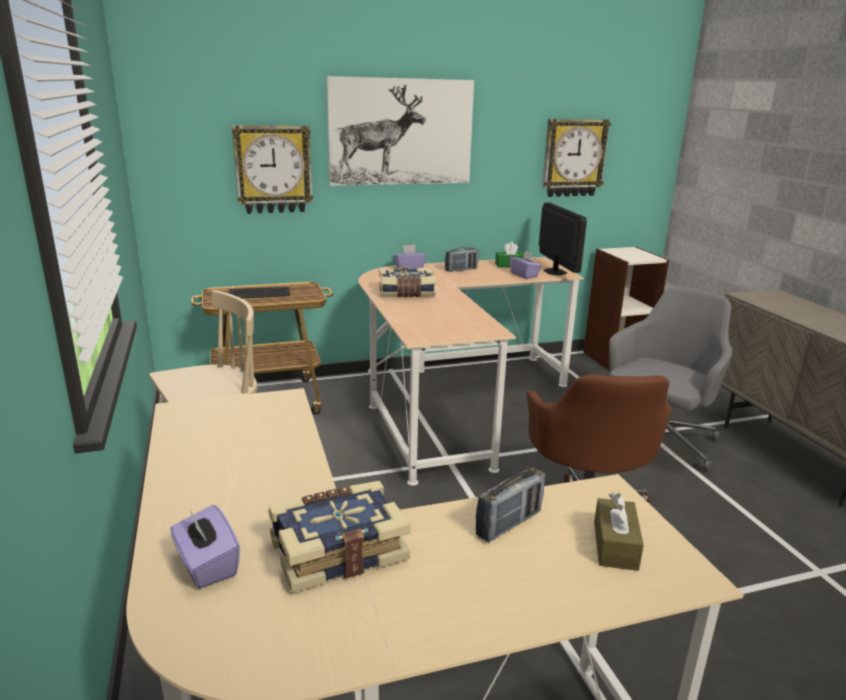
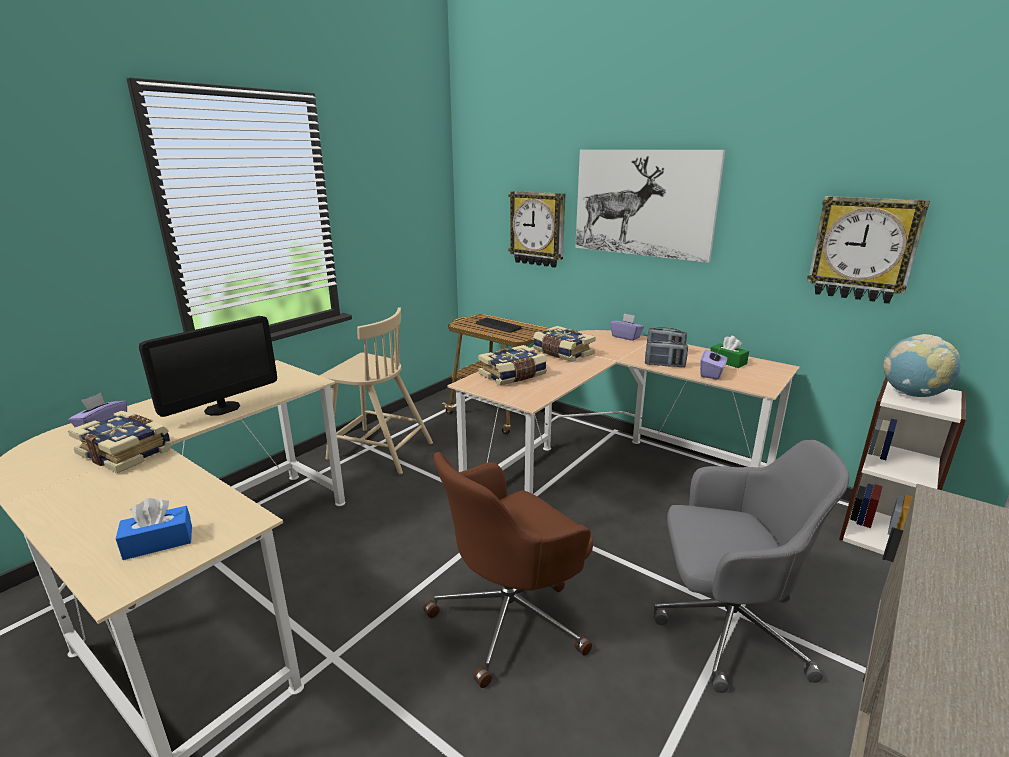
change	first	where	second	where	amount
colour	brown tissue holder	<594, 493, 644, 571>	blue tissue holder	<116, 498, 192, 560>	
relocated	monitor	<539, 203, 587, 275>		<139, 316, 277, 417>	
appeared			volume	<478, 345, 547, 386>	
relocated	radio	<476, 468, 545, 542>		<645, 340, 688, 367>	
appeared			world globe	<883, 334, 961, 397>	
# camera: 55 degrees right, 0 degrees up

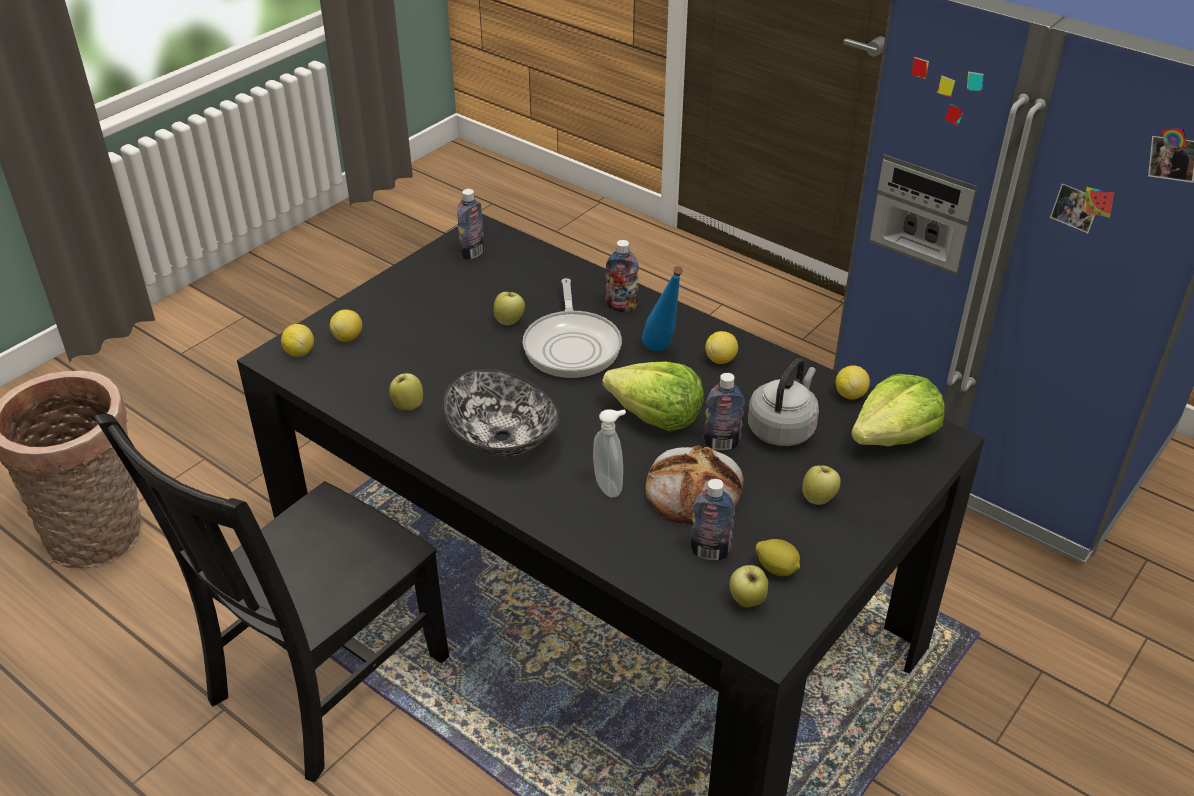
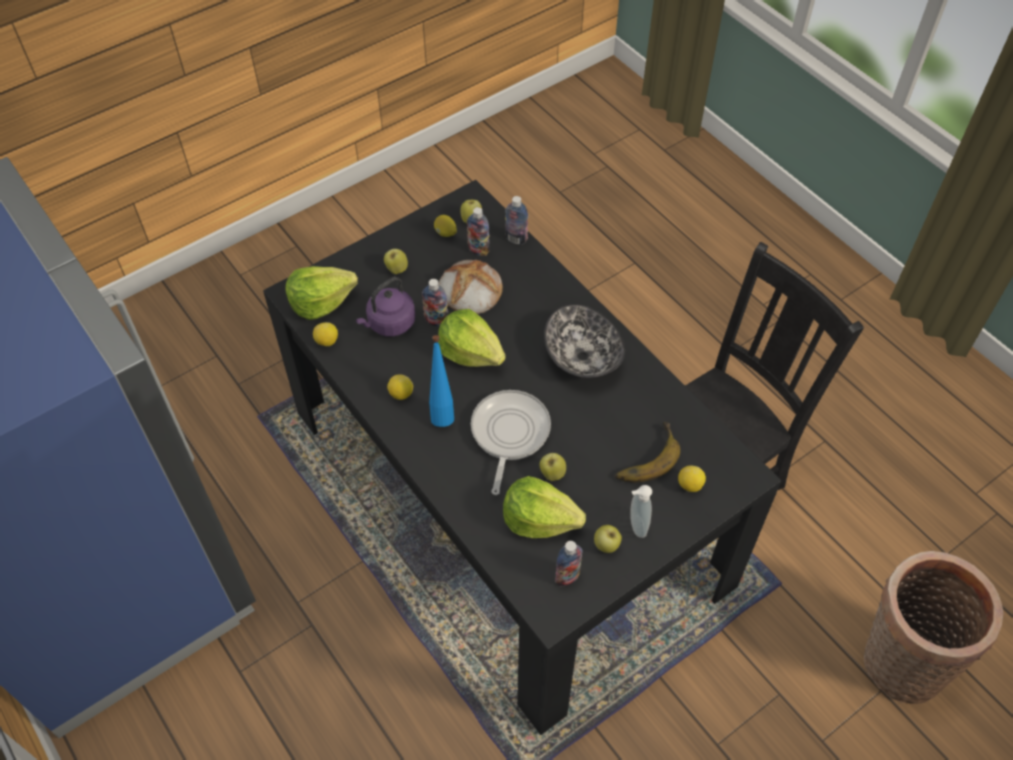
change	first	where	second	where	amount
colour	greyish tea kettle	<748, 358, 819, 446>	purple tea kettle	<356, 277, 415, 337>	
appeared			lettuce	<503, 476, 586, 538>	
relocated	beverage bottle	<606, 240, 639, 312>		<505, 196, 528, 244>	
relocated	whole apple	<389, 371, 423, 410>		<594, 525, 622, 553>	
appeared			banana fruit	<615, 422, 680, 482>	
relocated	liquid soap bottle	<593, 409, 626, 497>		<630, 485, 652, 538>	
missing	citrus fruit	<281, 324, 314, 357>			
# camera: 165 degrees left, 15 degrees up

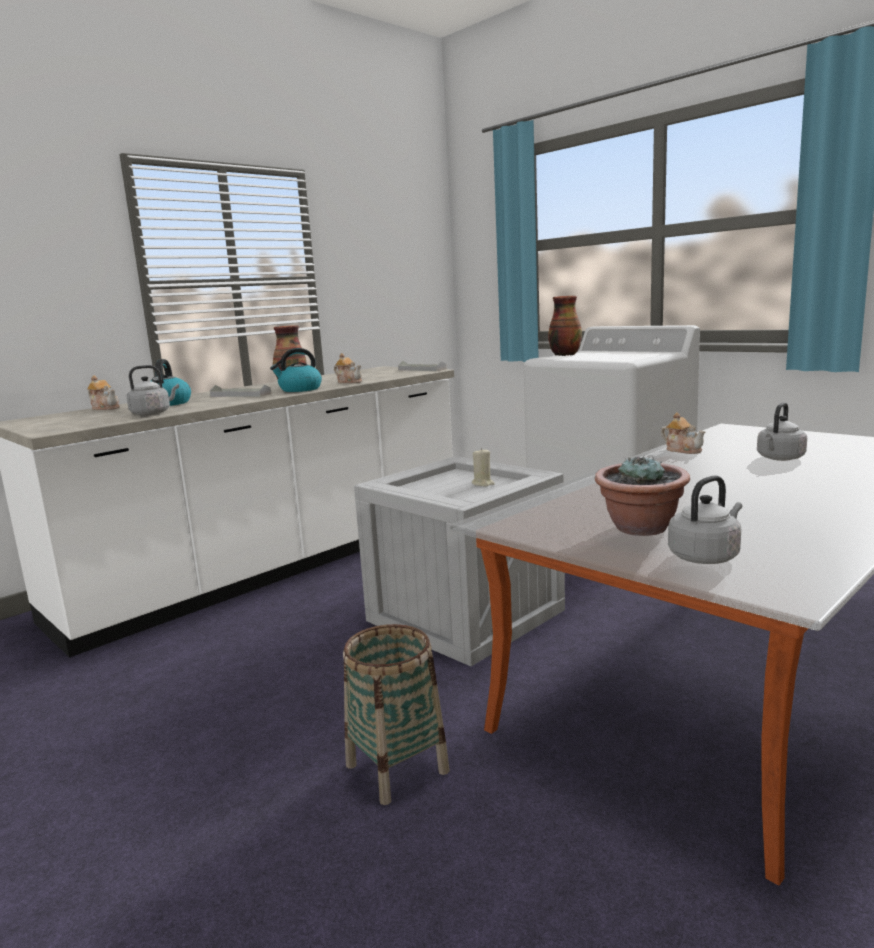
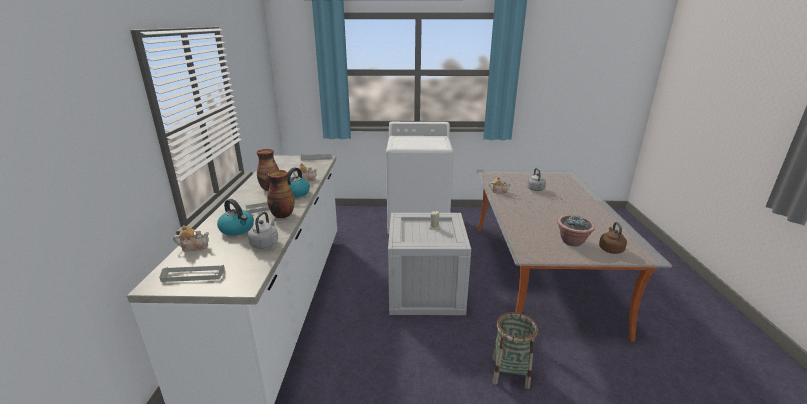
change	first	where	second	where	amount
appeared			greyish tray	<159, 265, 225, 282>	
relocated	decorative vase	<548, 296, 582, 356>		<267, 170, 294, 218>	
colour	greyish tea kettle	<668, 475, 742, 564>	brown tea kettle	<599, 222, 627, 254>	
# camera: 45 degrees left, 10 degrees up

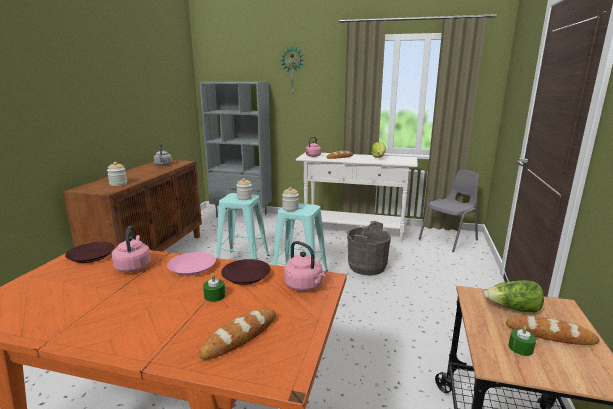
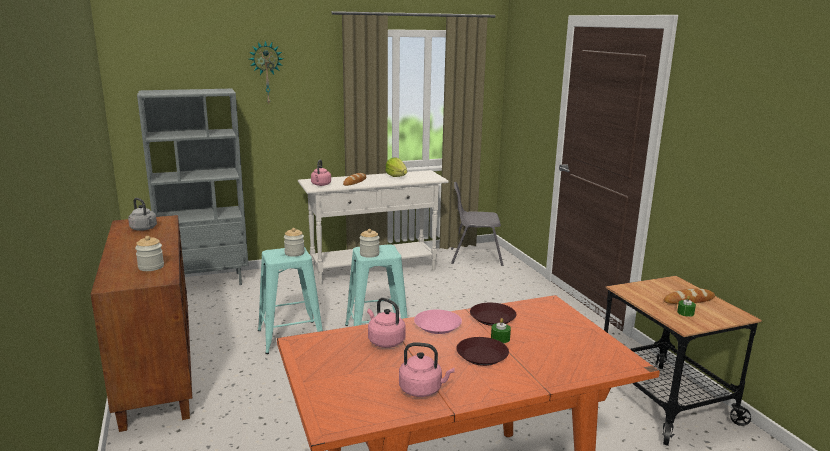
change	first	where	second	where	amount
relocated	pink tea kettle	<284, 241, 326, 291>		<399, 342, 455, 397>	
spun	greyish plain chair	<419, 170, 480, 252>		<451, 182, 503, 266>	105 degrees counterclockwise
relocated	brown dinner plate	<65, 242, 115, 263>		<456, 337, 509, 366>	
missing	baked bread	<198, 308, 276, 359>			
missing	greyish pail	<347, 221, 391, 275>			
missing	lettuce	<483, 280, 544, 313>			
# camera: 35 degrees left, 0 degrees up

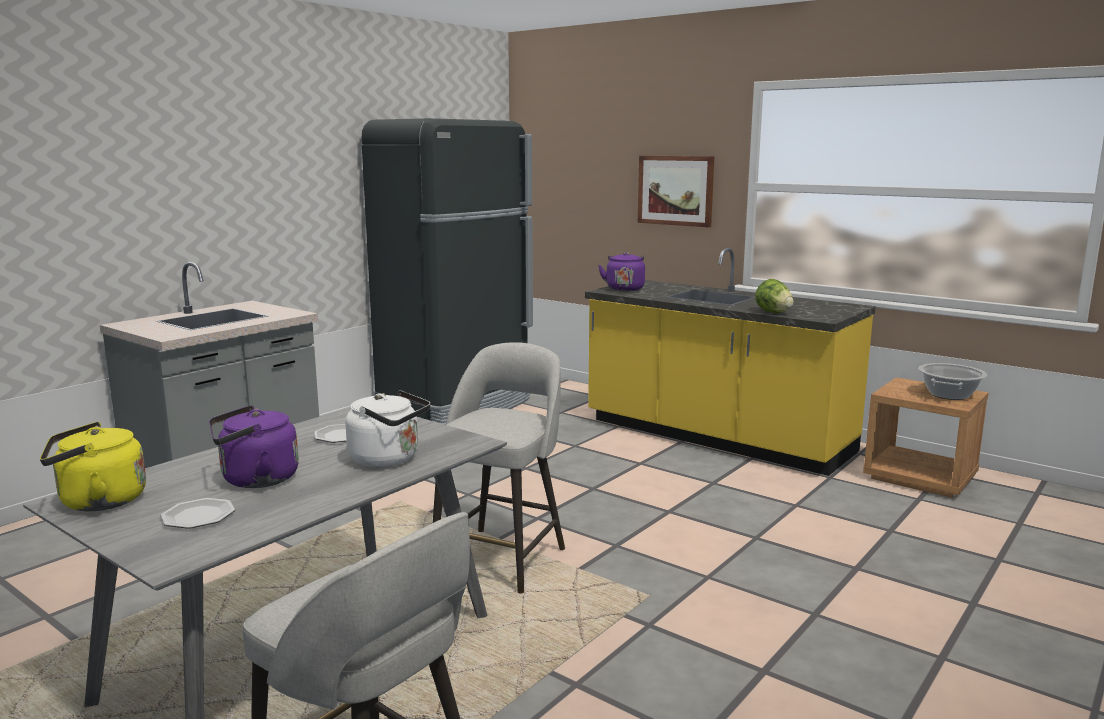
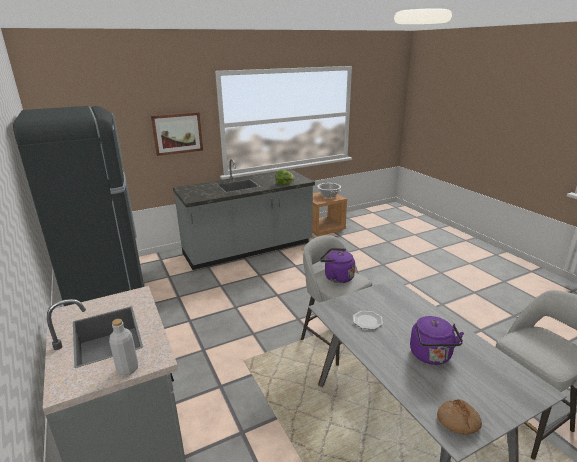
change	first	where	second	where	amount
appeared			greyish beverage bottle	<109, 319, 138, 376>	
colour	yellowish kitchen base unit	<585, 248, 876, 476>	greyish kitchen base unit	<173, 159, 315, 270>	
relocated	purple tea kettle	<598, 252, 645, 291>		<320, 248, 355, 283>	
exchanged	yellowish tea kettle	<40, 422, 146, 511>	baked bread	<437, 399, 482, 435>	
missing	dinner plate	<161, 498, 235, 529>			
missing	whitish tea kettle	<346, 390, 430, 467>			
# camera: 65 degrees left, 10 degrees up

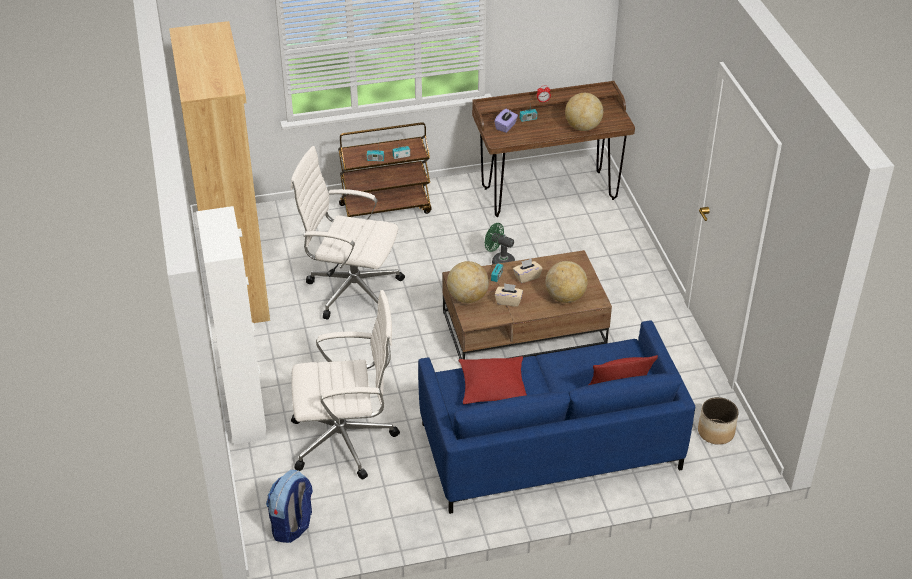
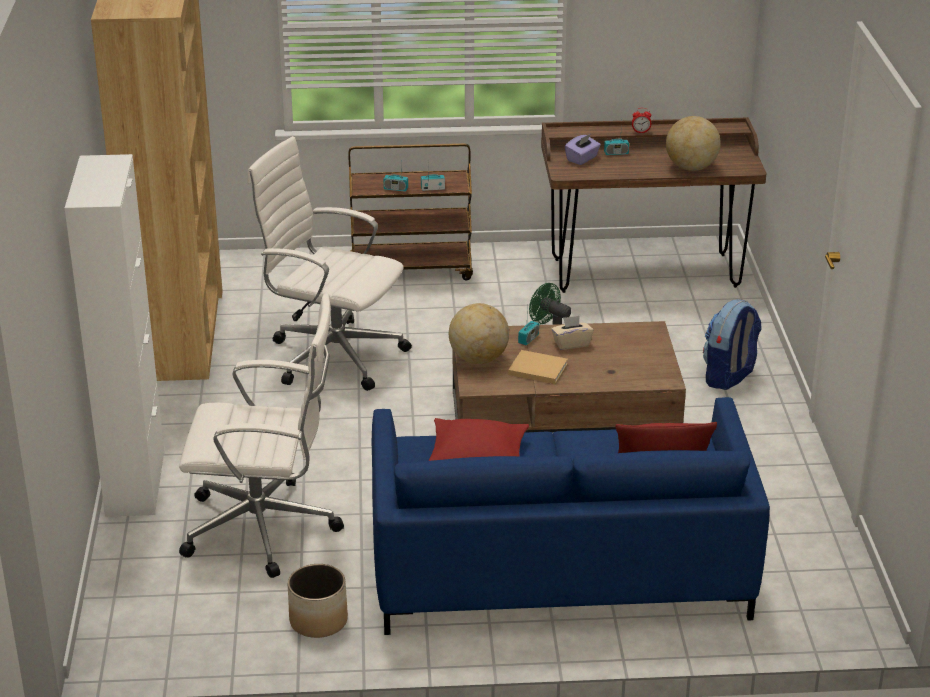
change	first	where	second	where	amount
relocated	plant pot	<698, 397, 739, 445>		<288, 564, 348, 638>	
exchanged	beige-coloured tissue holder	<495, 283, 523, 307>	beige-coloured volume	<508, 350, 568, 384>	
relocated	backpack	<266, 470, 313, 543>		<703, 299, 762, 390>	
missing	world globe	<545, 261, 587, 303>			
# camera: 10 degrees right, 10 degrees down

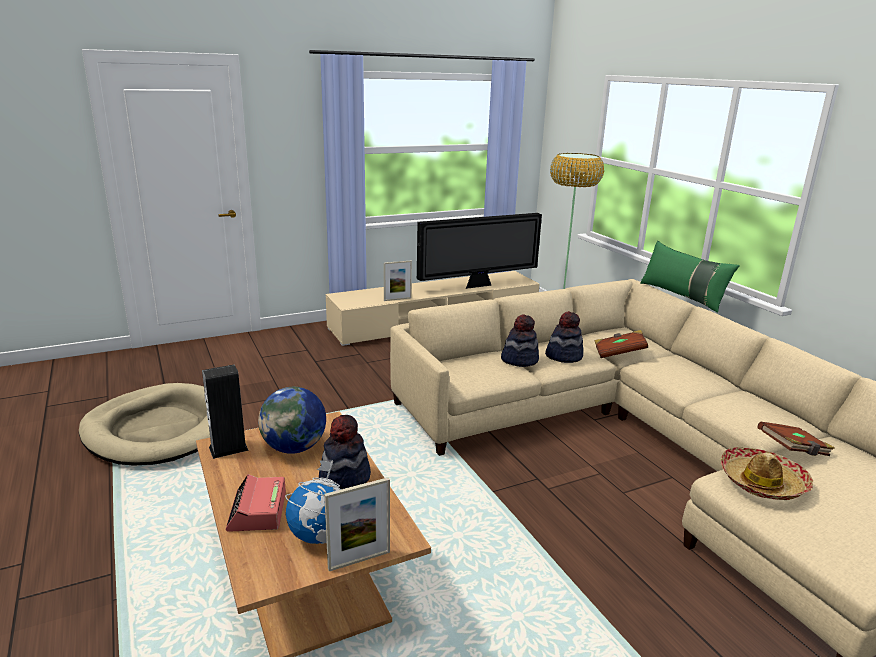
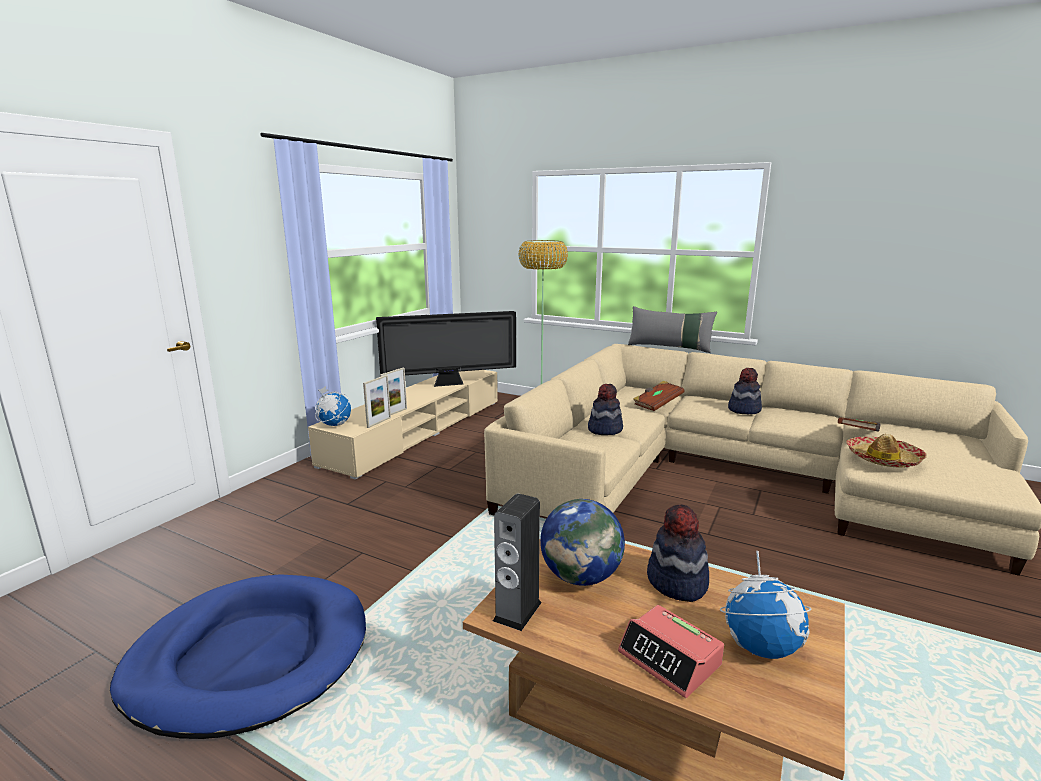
change	first	where	second	where	amount
colour	beige-coloured pet bed	<79, 383, 210, 465>	blue pet bed	<110, 574, 366, 739>	
appeared			world globe	<315, 386, 351, 426>	
relocated	photo frame	<324, 477, 390, 571>		<363, 375, 391, 428>	
spun	TV set	<417, 213, 542, 289>		<376, 311, 516, 387>	45 degrees clockwise
colour	green pillow	<640, 241, 740, 313>	greyish pillow	<628, 306, 717, 353>	
relocated	wearable hat	<545, 311, 583, 363>		<728, 368, 762, 414>	
# camera: 35 degrees left, 5 degrees down

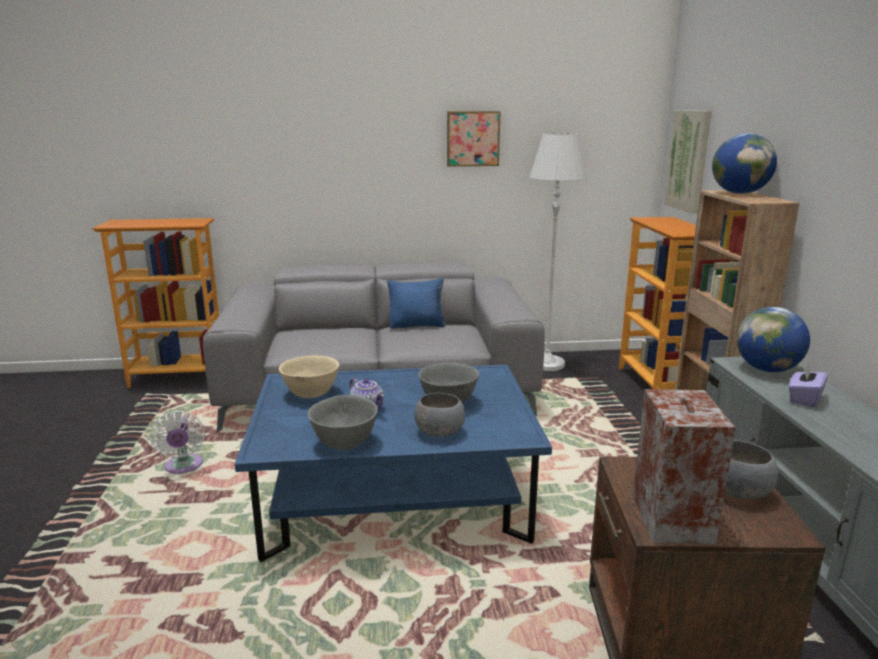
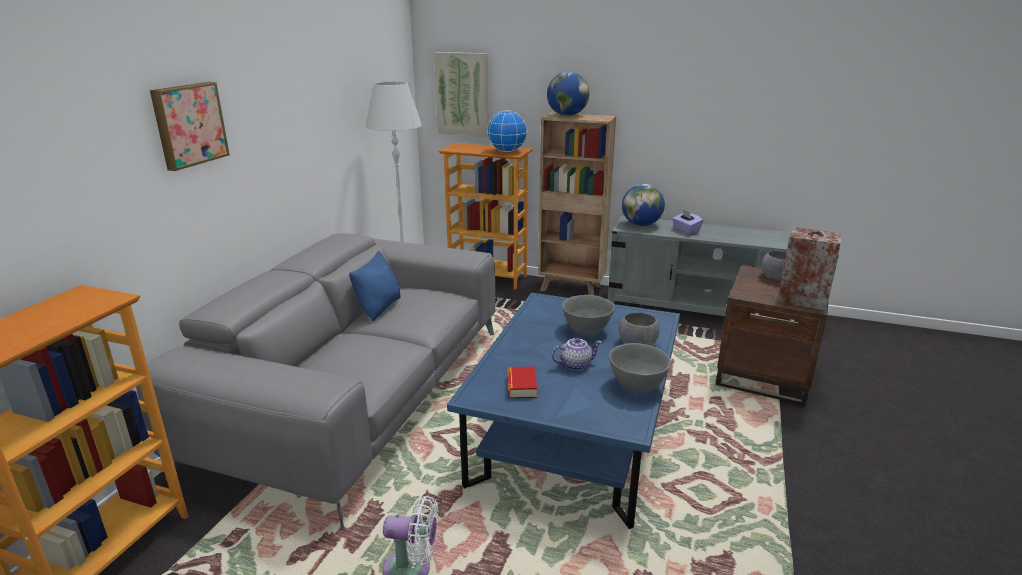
change	first	where	second	where	amount
relocated	wall picture	<447, 111, 501, 166>		<150, 82, 230, 171>	
appeared			world globe	<488, 110, 528, 152>	
exchanged	beige-coloured serving bowl	<279, 356, 339, 398>	volume	<507, 367, 538, 398>	
# camera: 65 degrees left, 5 degrees up

